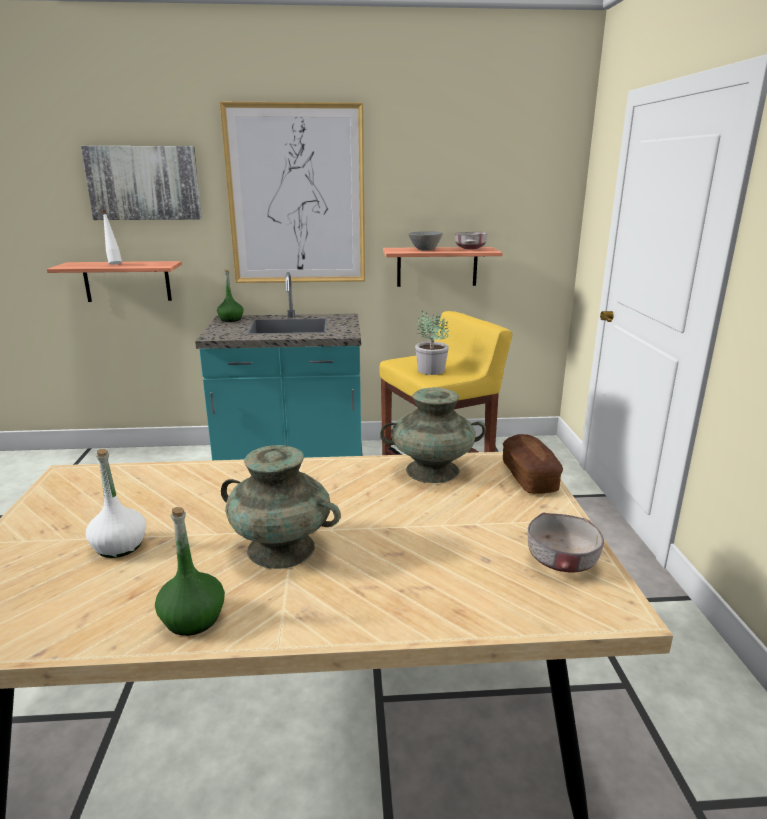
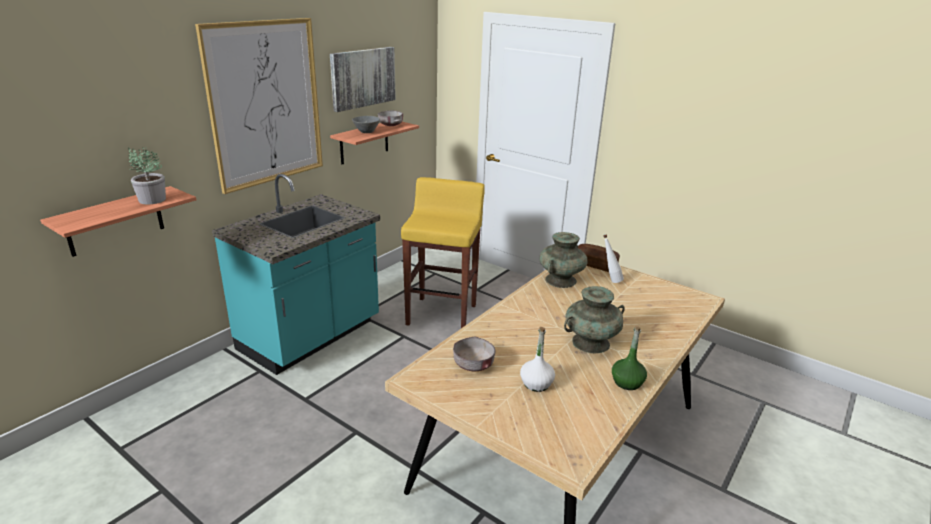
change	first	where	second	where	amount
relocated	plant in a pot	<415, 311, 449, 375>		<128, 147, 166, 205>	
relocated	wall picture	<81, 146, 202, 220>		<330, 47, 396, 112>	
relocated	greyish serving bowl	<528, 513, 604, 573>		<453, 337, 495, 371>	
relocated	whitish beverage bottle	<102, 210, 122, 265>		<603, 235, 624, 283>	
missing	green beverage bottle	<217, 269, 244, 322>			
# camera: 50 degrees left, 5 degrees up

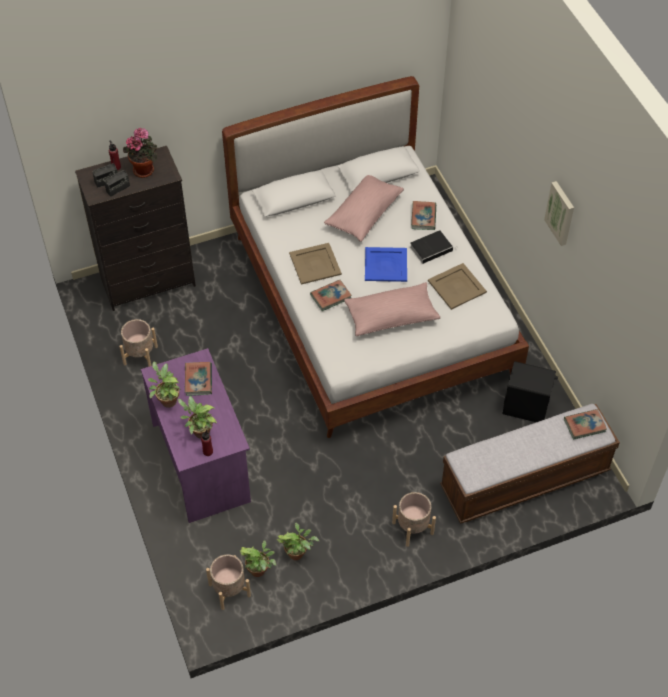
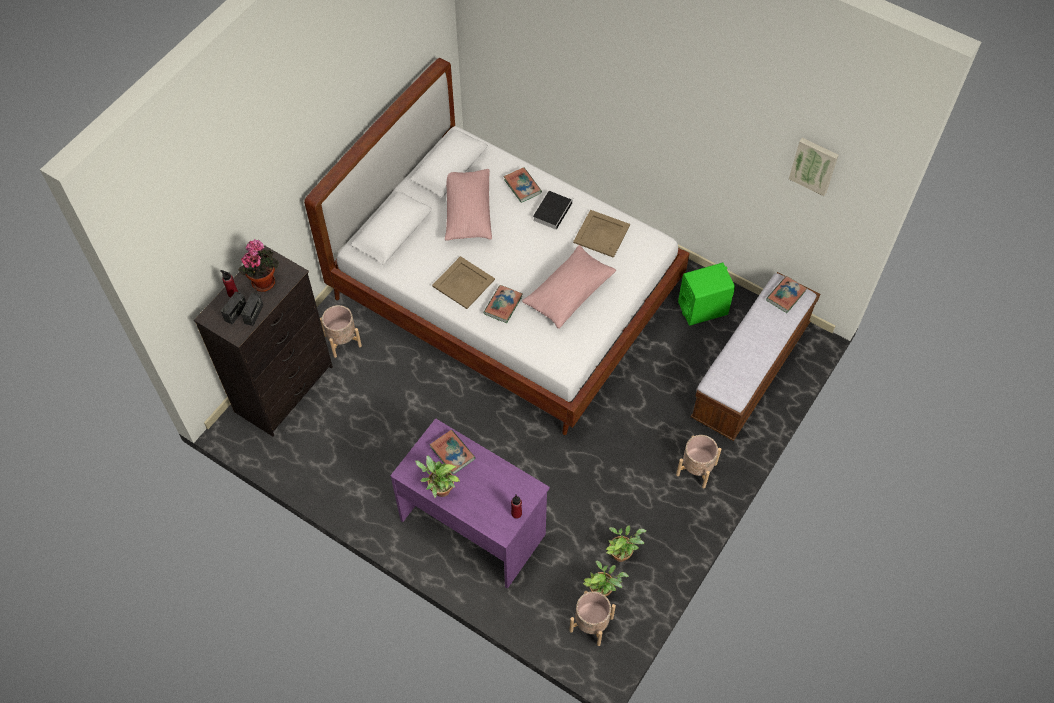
change	first	where	second	where	amount
relocated	beige-coloured plant pot	<119, 319, 158, 367>		<320, 305, 362, 358>	
colour	blackish speaker	<503, 361, 558, 422>	green speaker	<678, 263, 735, 326>	
relocated	wall picture	<544, 181, 574, 246>		<789, 138, 839, 196>	
missing	plant in a pot	<178, 396, 217, 439>			
missing	blue tray	<365, 247, 407, 282>			
# camera: 35 degrees left, 5 degrees up

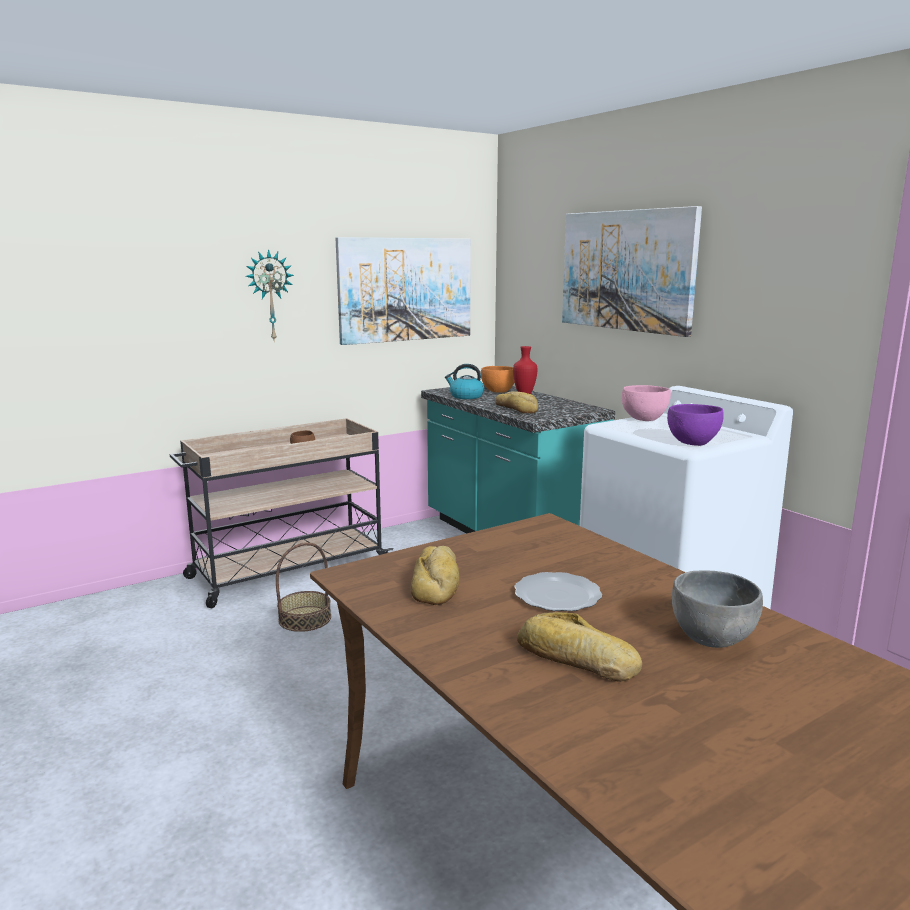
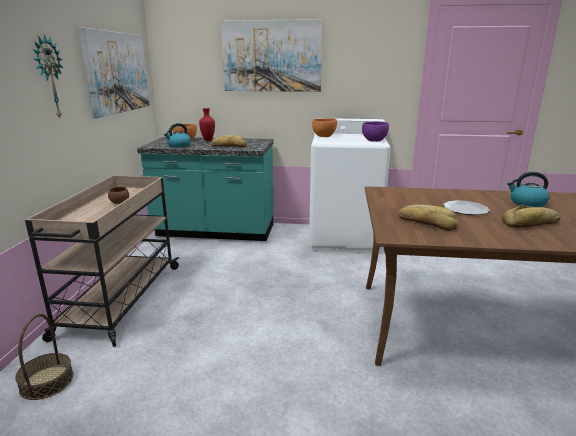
change	first	where	second	where	amount
relocated	basket	<276, 542, 331, 632>		<15, 314, 74, 400>	
colour	pink serving bowl	<622, 385, 671, 421>	orange serving bowl	<312, 118, 337, 137>	
exchanged	greyish serving bowl	<672, 570, 763, 648>	tea kettle	<507, 172, 550, 207>	
# camera: 50 degrees left, 5 degrees up

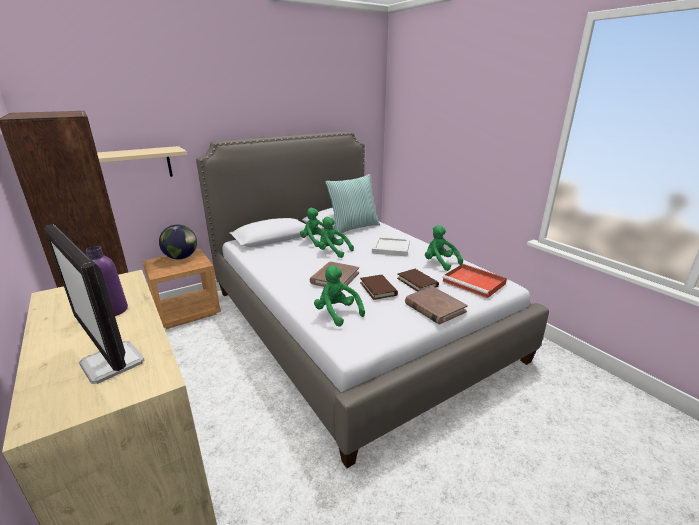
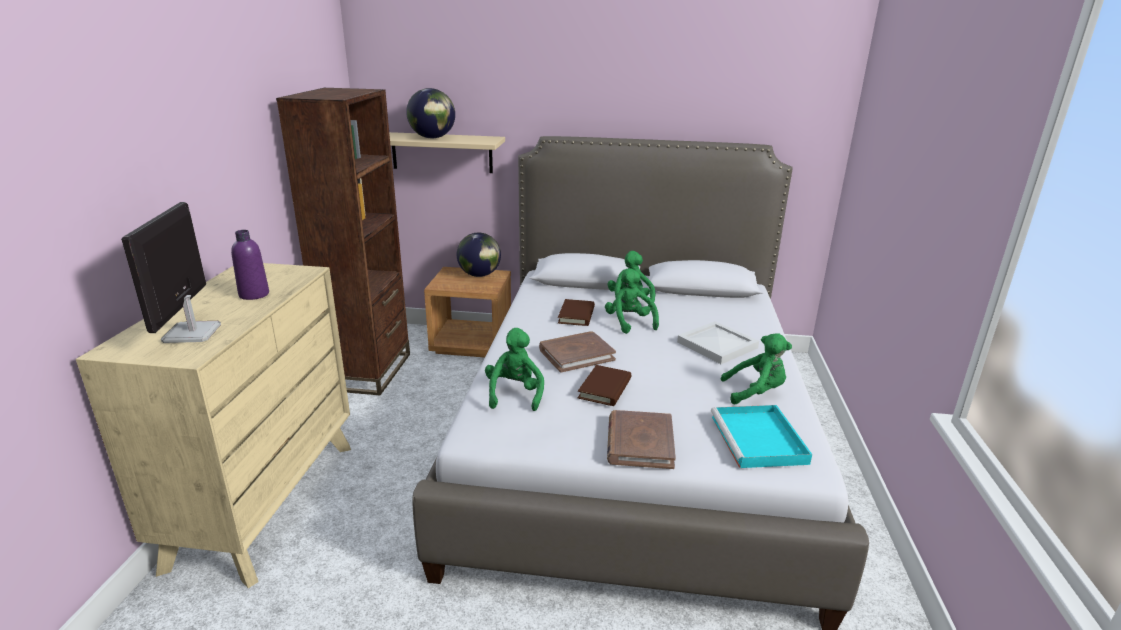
change	first	where	second	where	amount
appeared			world globe	<406, 88, 455, 138>	
relocated	brown volume	<397, 269, 439, 292>		<558, 299, 595, 326>	
colour	reddish tray	<442, 264, 507, 298>	blue-green tray	<711, 405, 812, 468>	
spun	green plush toy	<425, 225, 463, 271>		<720, 333, 792, 404>	90 degrees clockwise
missing	pillow	<325, 174, 380, 235>			
# camera: 40 degrees right, 0 degrees up

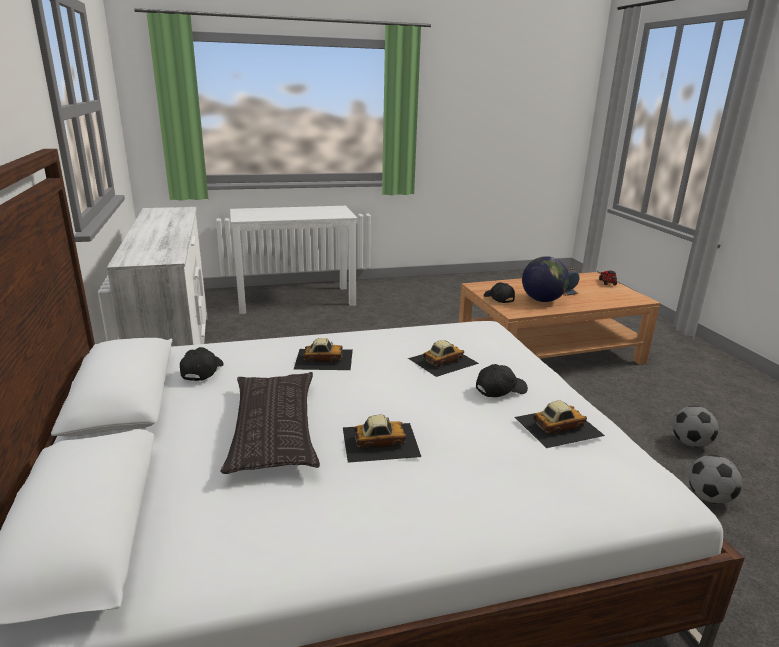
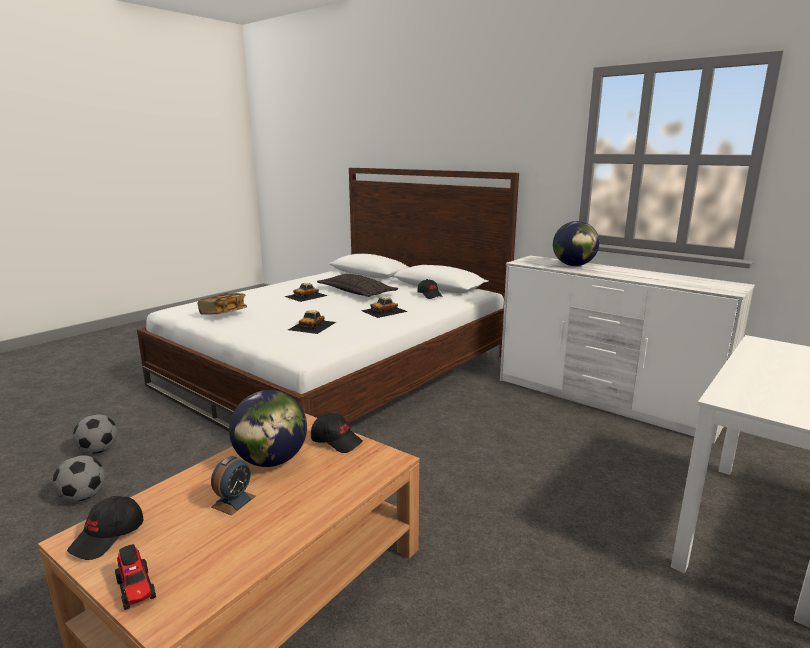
change	first	where	second	where	amount
relocated	blackish baseball cap	<476, 364, 528, 397>		<67, 496, 143, 560>	
exchanged	miniature car	<515, 400, 605, 448>	volume	<198, 293, 247, 315>	
appeared			world globe	<553, 221, 599, 266>	
# camera: 145 degrees right, 5 degrees down

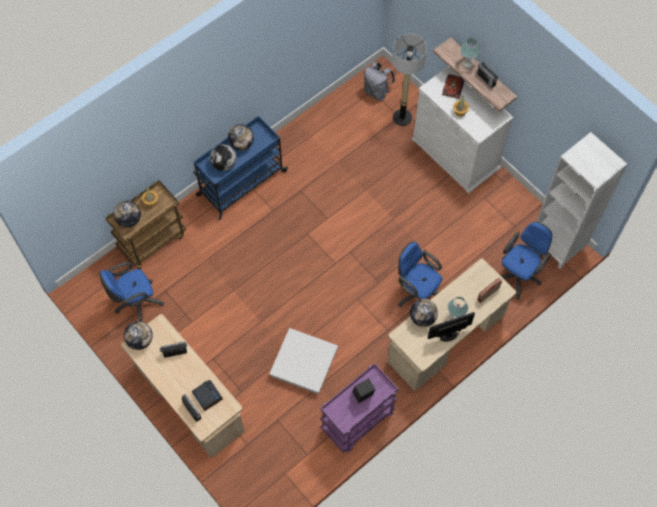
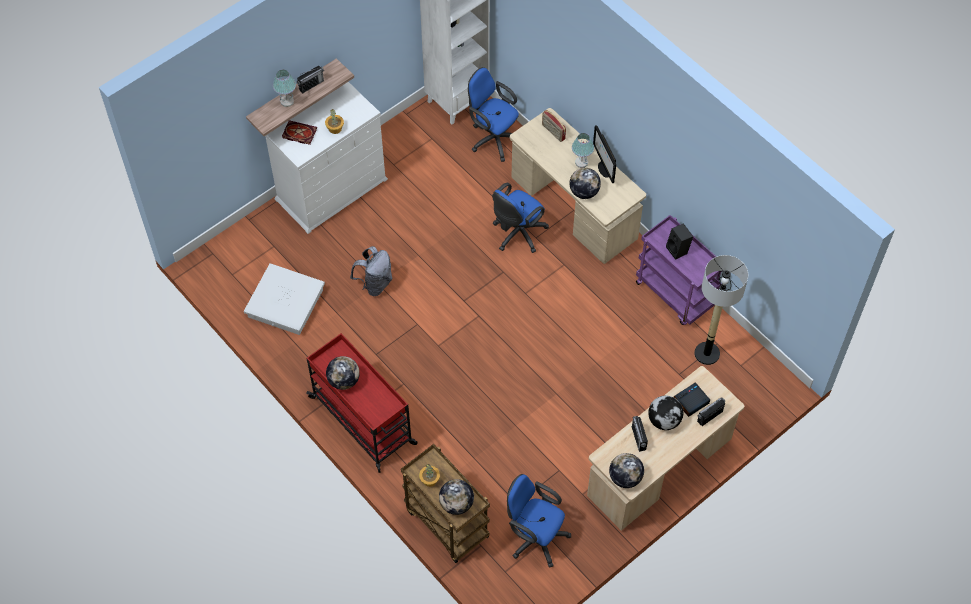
change	first	where	second	where	amount
relocated	whitish storage container	<270, 328, 338, 394>		<244, 263, 325, 335>	
colour	blue cart	<193, 116, 288, 220>	reddish cart	<306, 333, 418, 473>	
relocated	greyish backpack	<364, 62, 395, 101>		<350, 246, 393, 296>	
spun	blue desk chair	<99, 262, 164, 322>		<507, 474, 571, 568>	150 degrees clockwise
relocated	world globe	<210, 144, 237, 171>		<648, 396, 683, 430>	
relocated	floor lamp	<392, 34, 427, 126>		<694, 255, 748, 365>	
# camera: 90 degrees left, 5 degrees down

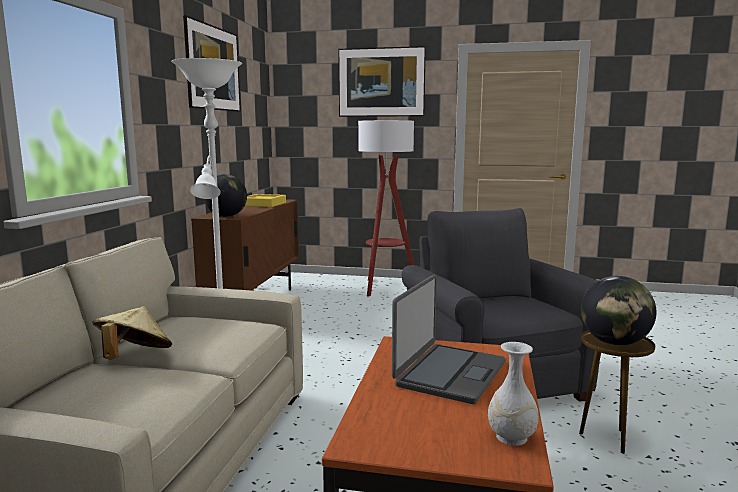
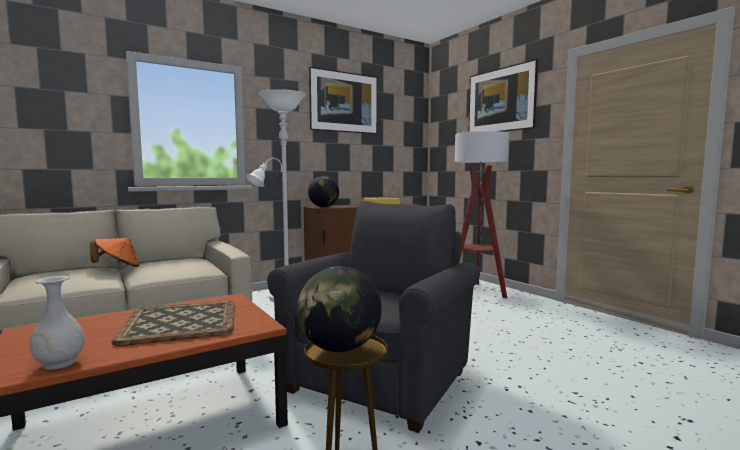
change	first	where	second	where	amount
colour	beige-coloured wearable hat	<93, 306, 172, 360>	orange wearable hat	<90, 238, 140, 267>	
exchanged	notebook computer	<392, 274, 505, 404>	tray	<111, 300, 235, 346>	
# camera: 45 degrees right, 5 degrees down

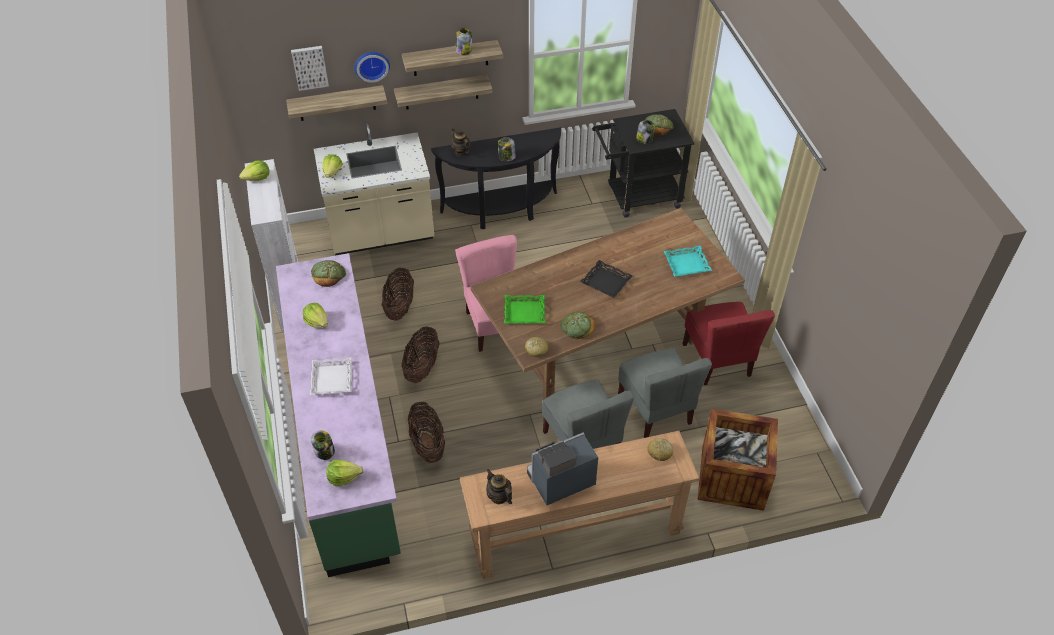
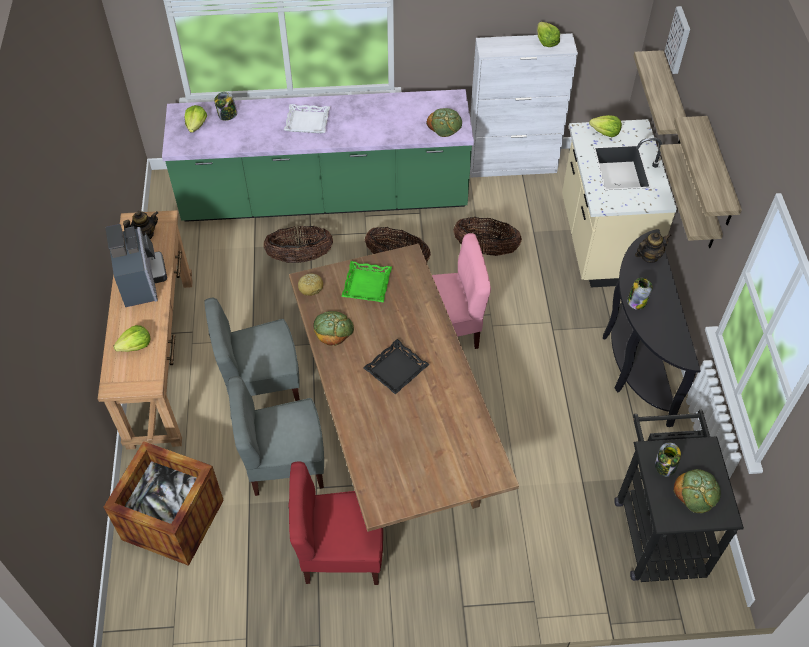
change	first	where	second	where	amount
relocated	lettuce	<303, 303, 328, 328>		<113, 325, 151, 352>	
missing	hanging clock	<355, 52, 390, 83>			
missing	jar	<456, 28, 472, 55>			
missing	baked bread	<647, 438, 673, 461>			
missing	blue-green tray	<664, 245, 712, 277>			
# camera: 100 degrees right, 5 degrees up

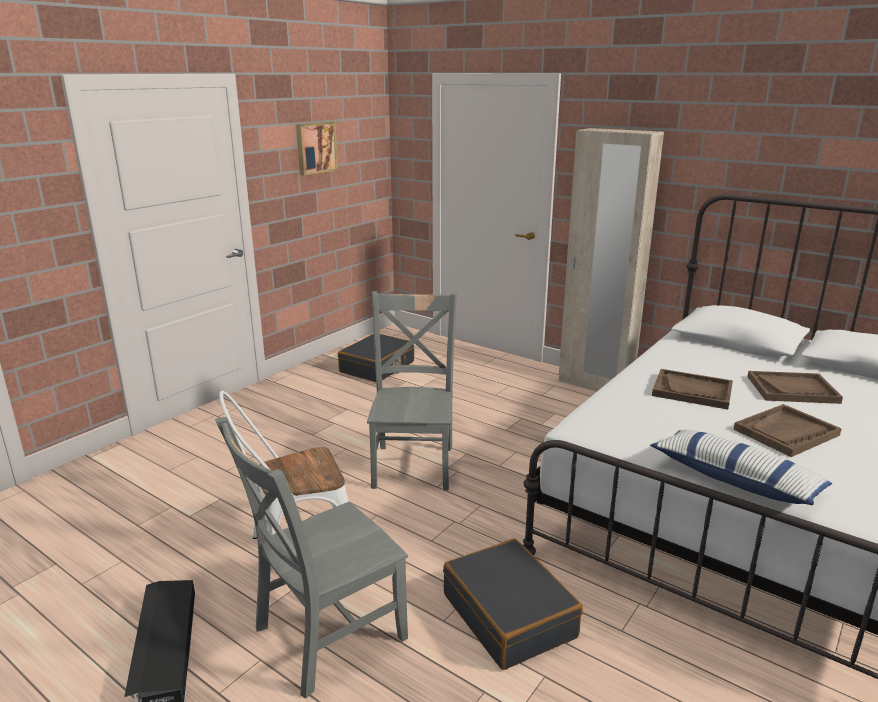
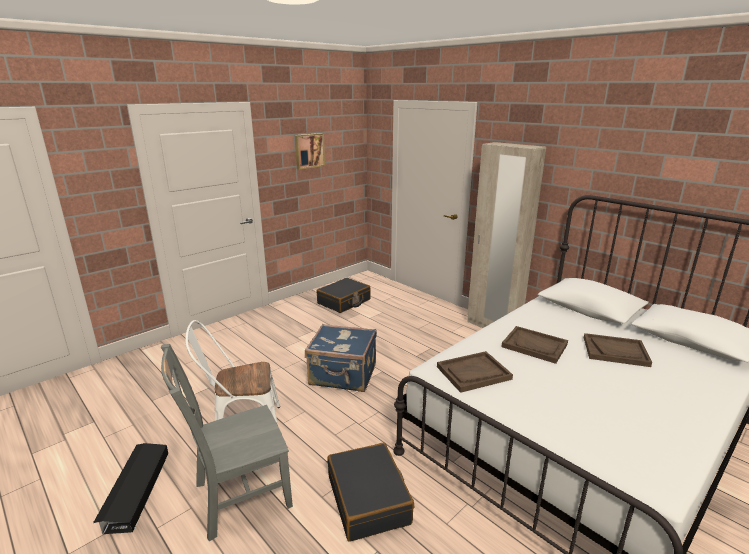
change	first	where	second	where	amount
exchanged	greyish plain chair	<367, 291, 457, 491>	blue travel case	<305, 324, 377, 392>	
relocated	brown tray	<734, 404, 842, 457>		<437, 351, 513, 393>	
missing	pillow	<650, 429, 832, 505>			
# camera: 10 degrees right, 0 degrees up

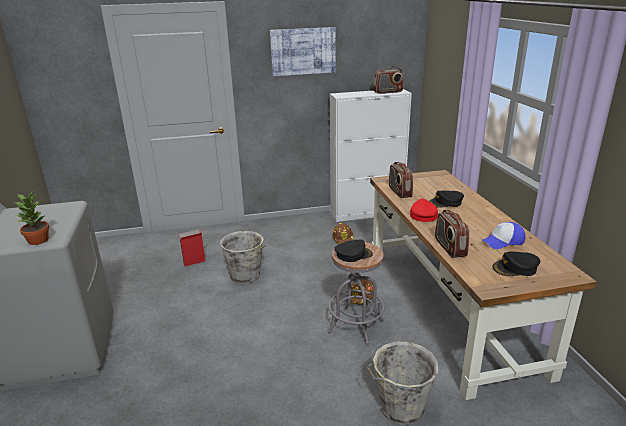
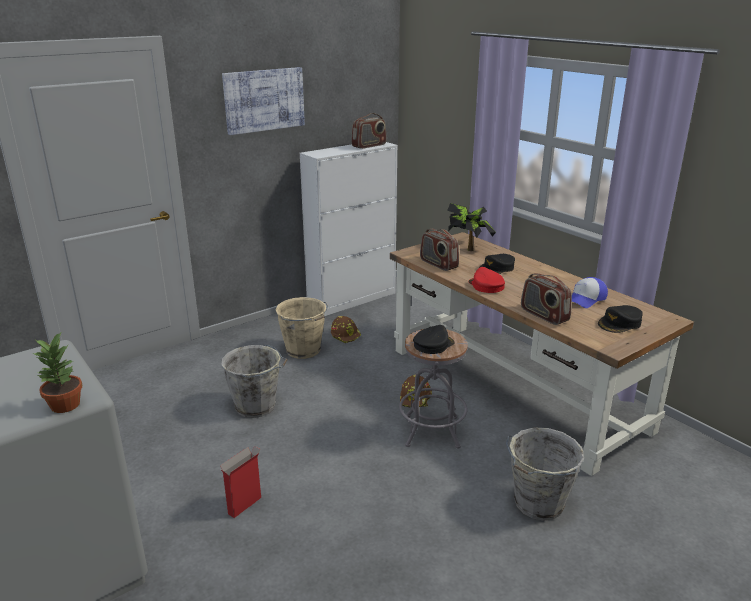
change	first	where	second	where	amount
relocated	packing box	<178, 229, 205, 267>		<220, 446, 261, 518>	
appeared			beige-coloured pail	<275, 297, 328, 359>	
appeared			plant in a pot	<447, 203, 496, 251>	
# camera: 25 degrees left, 0 degrees up

